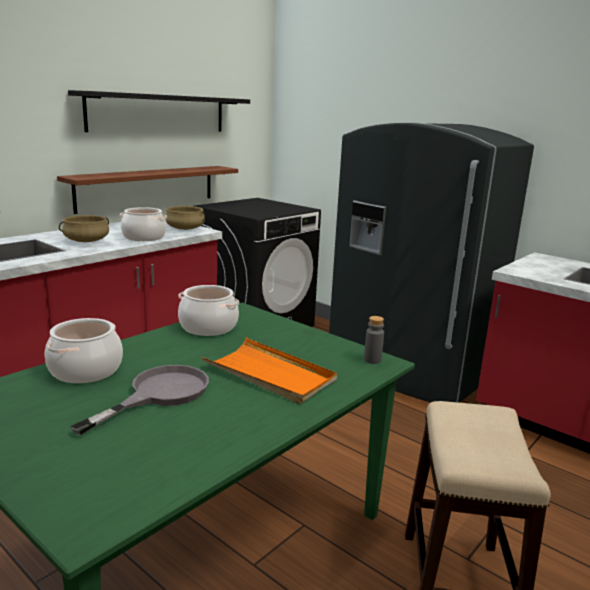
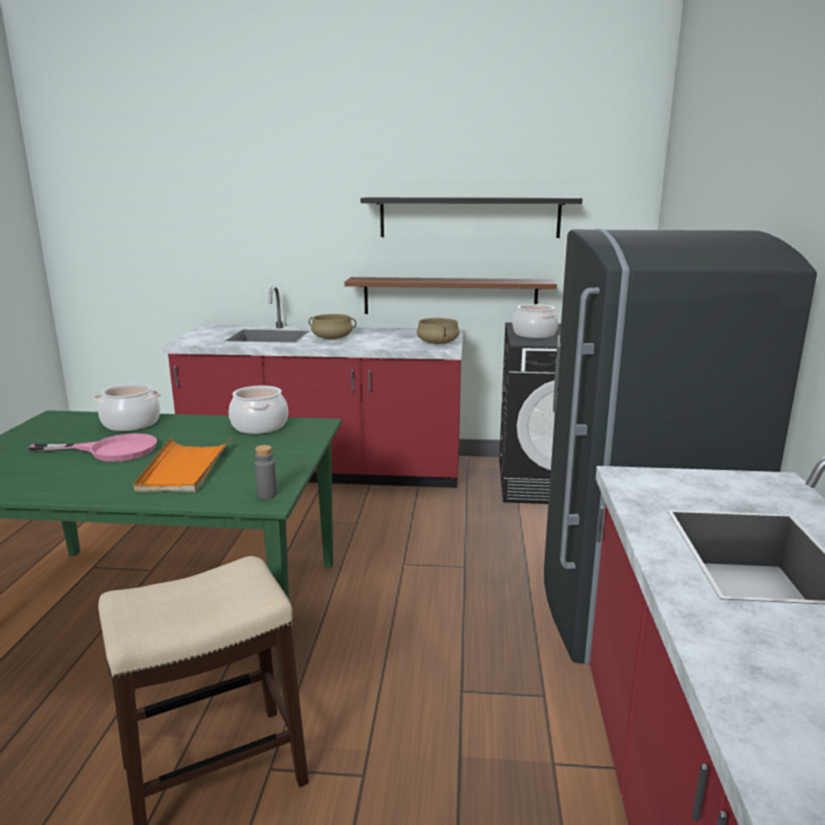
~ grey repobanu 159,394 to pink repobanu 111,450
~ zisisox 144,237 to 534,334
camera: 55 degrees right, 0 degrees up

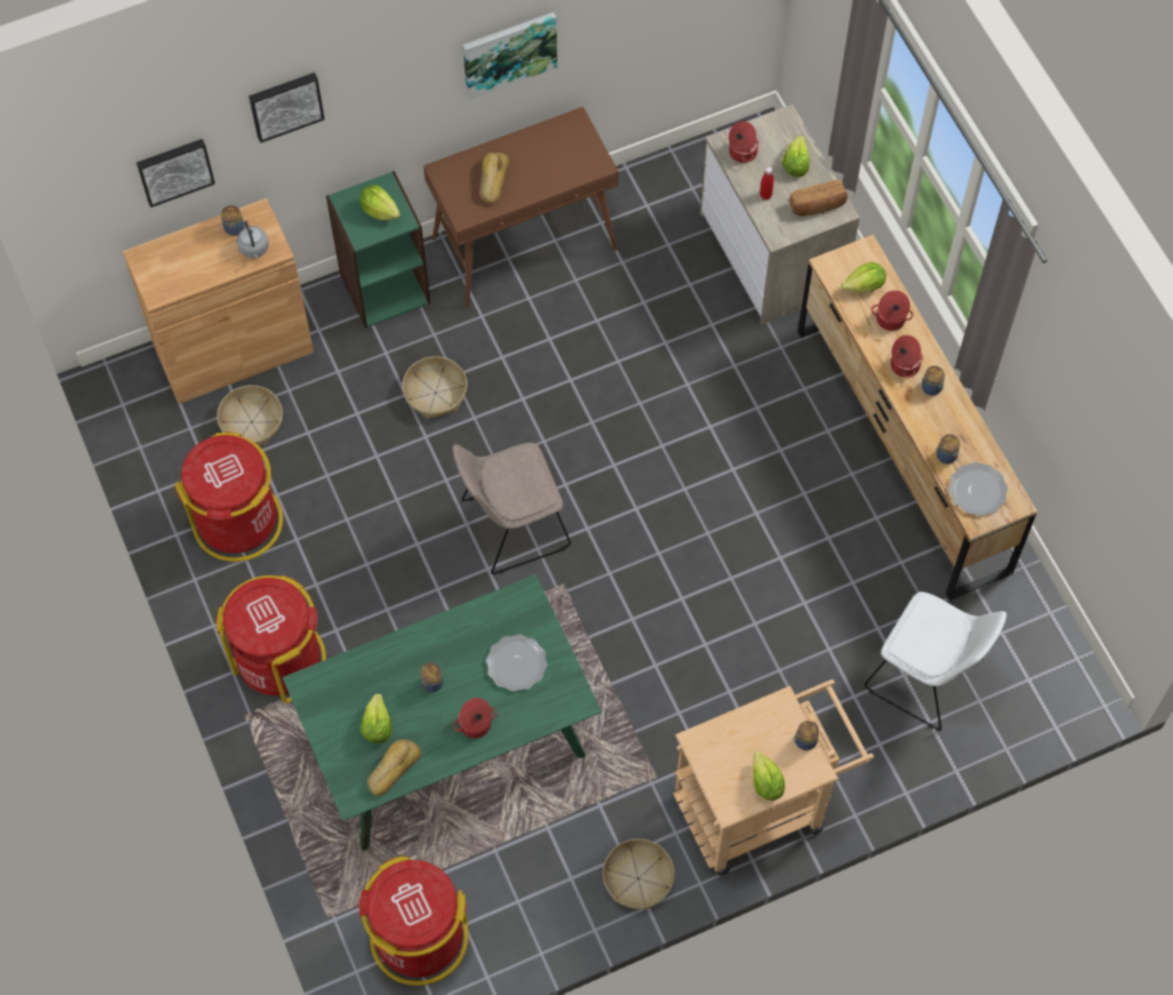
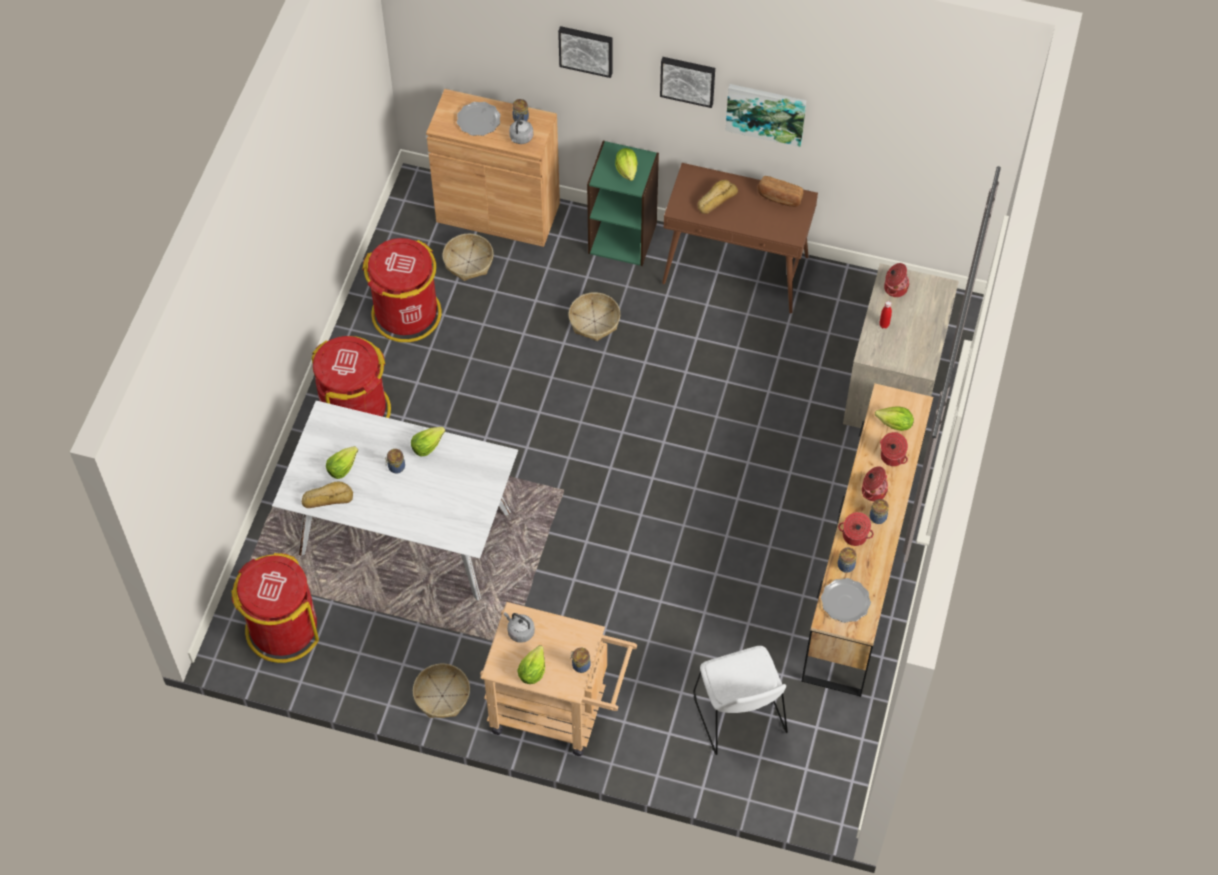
~ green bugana 449,747 to white bugana 404,534
~ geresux 795,164 to 427,445
~ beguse 516,664 to 478,120
+ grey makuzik 519,631
~ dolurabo 174,170 to 688,80
~ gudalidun 817,206 to 779,198
~ zisisox 475,725 to 854,536
- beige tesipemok 511,526
camera: 40 degrees right, 5 degrees down

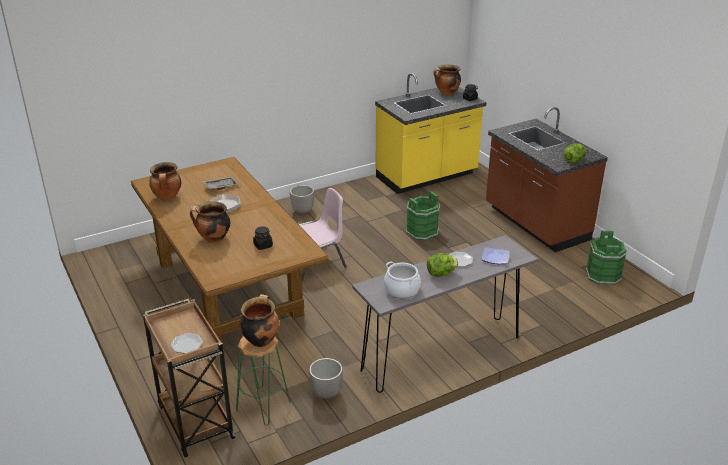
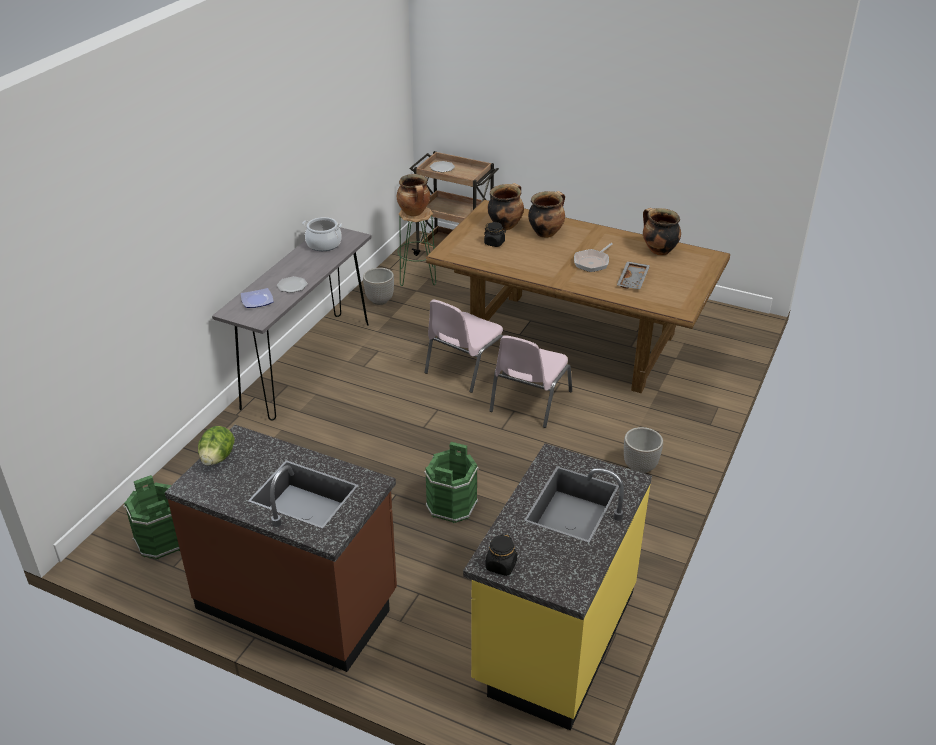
+ pink tesipemok 464,368
~ zisisox 446,93 to 505,225
- geresux 441,274
camera: 145 degrees right, 5 degrees up

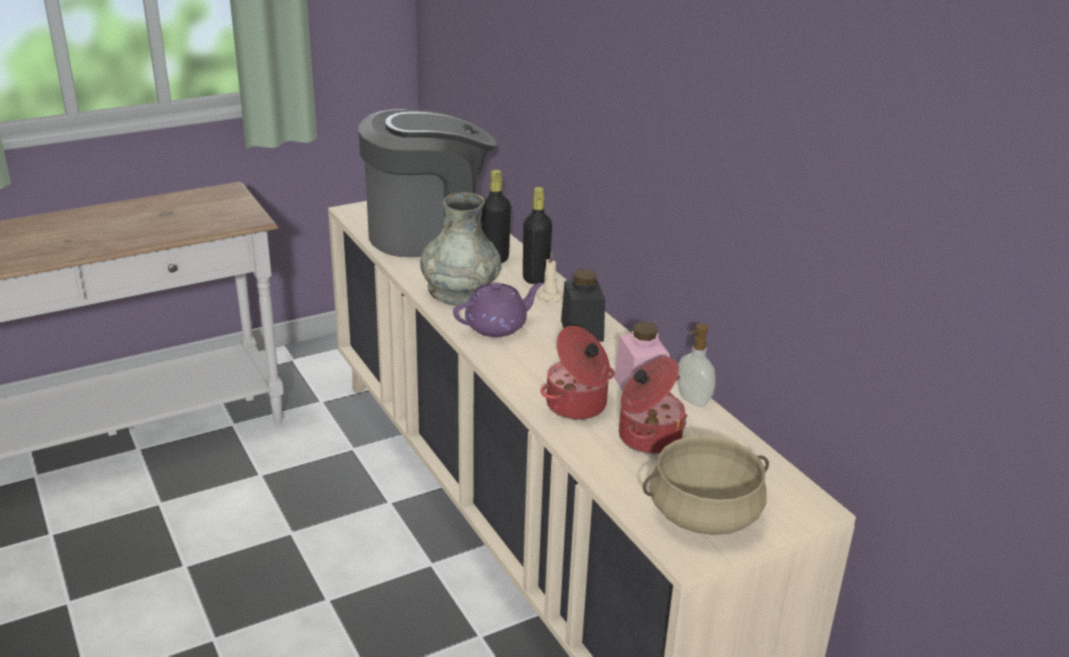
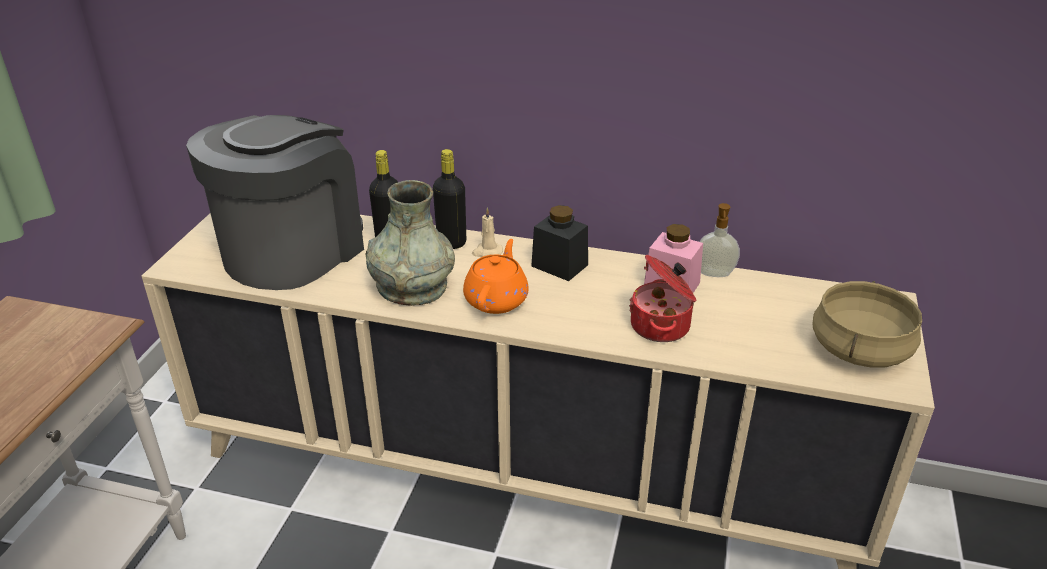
~ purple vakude 497,326 to orange vakude 497,299
- zisisox 647,437
camera: 45 degrees left, 5 degrees up

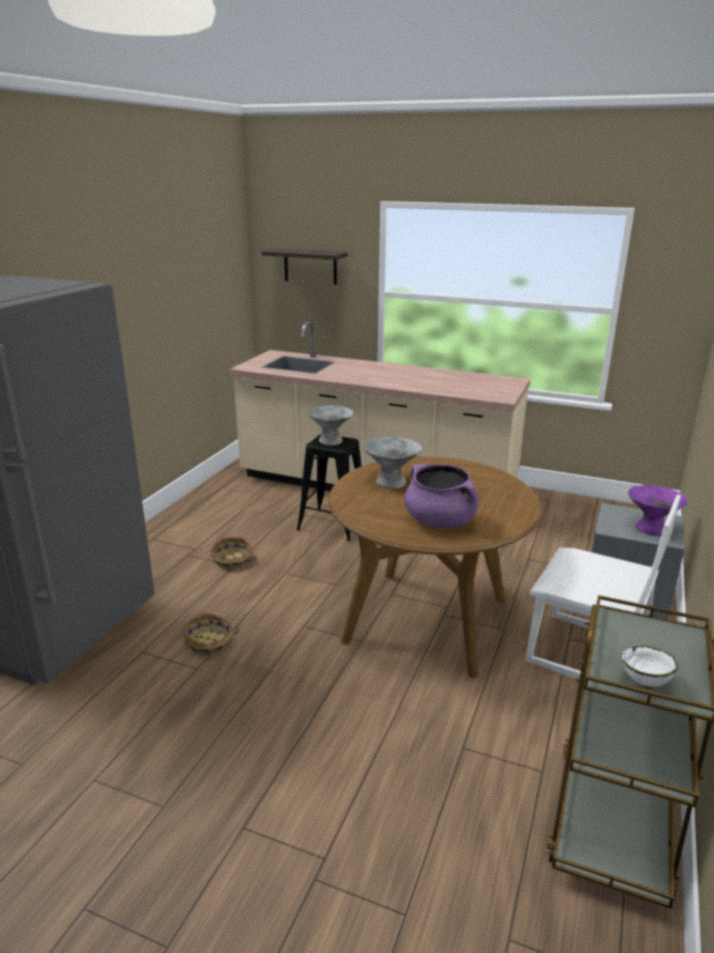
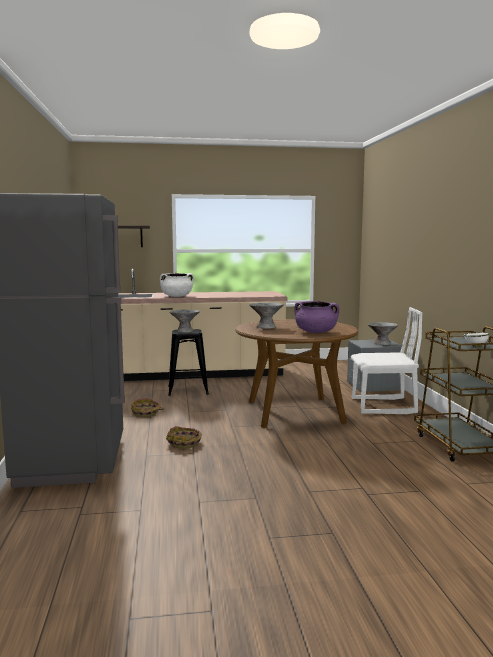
+ white zisisox 177,296
~ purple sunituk 650,529 to grey sunituk 382,343
camera: 30 degrees left, 15 degrees down

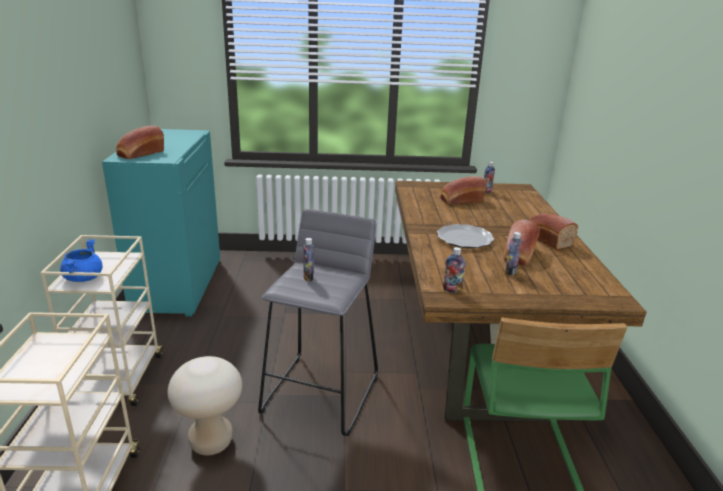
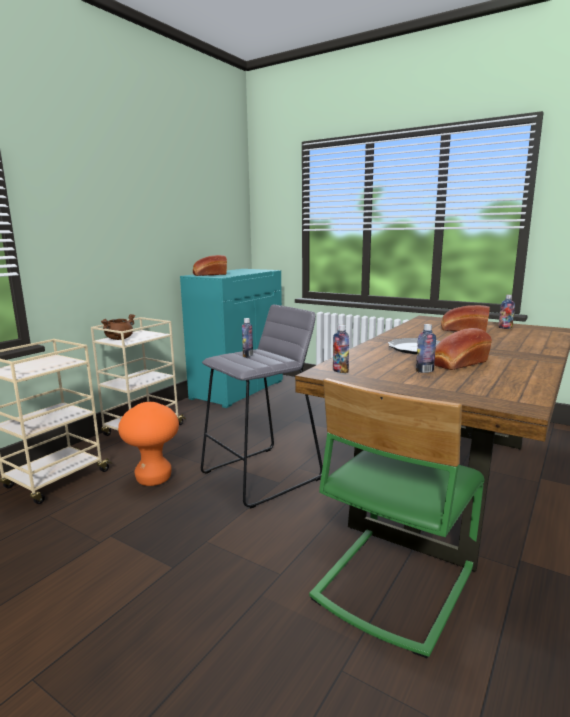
~ blue zisisox 83,278 to brown zisisox 119,339
~ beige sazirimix 211,442 to orange sazirimix 154,479
- gudalidun 545,239
camera: 35 degrees right, 10 degrees down

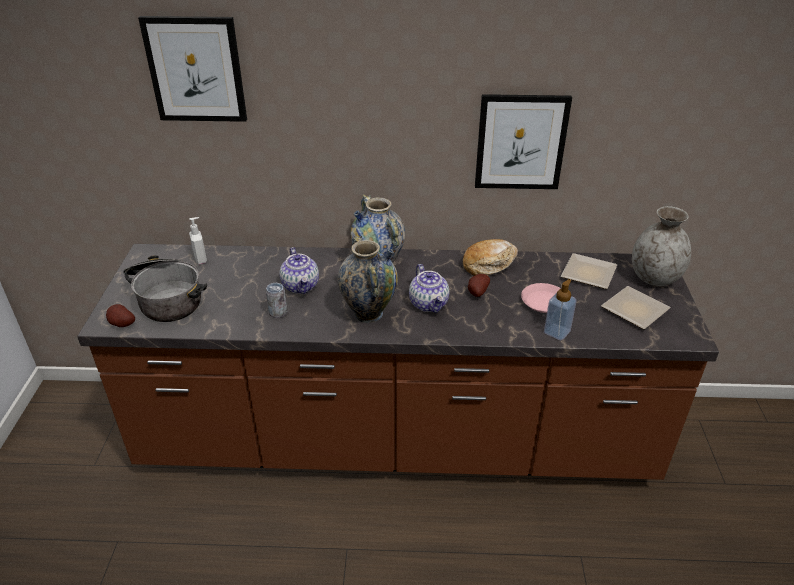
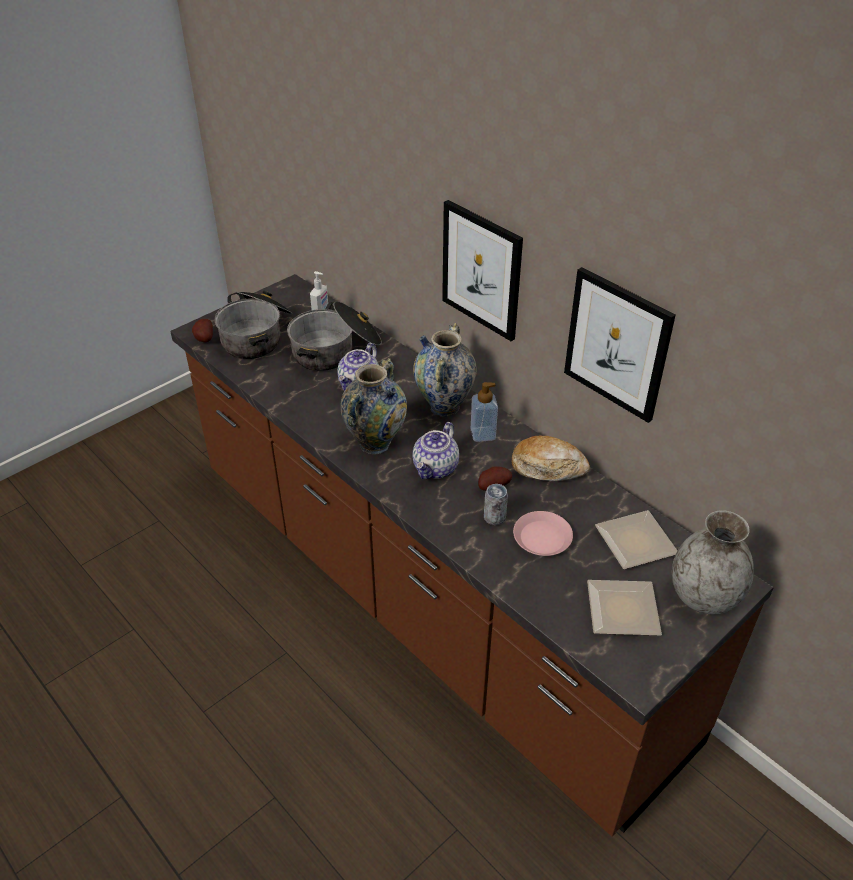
+ zisisox 336,350
~ dolurabo 195,69 to 481,270
~ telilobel 556,332 to 483,434
~ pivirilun 278,313 to 494,518
camera: 45 degrees right, 5 degrees up

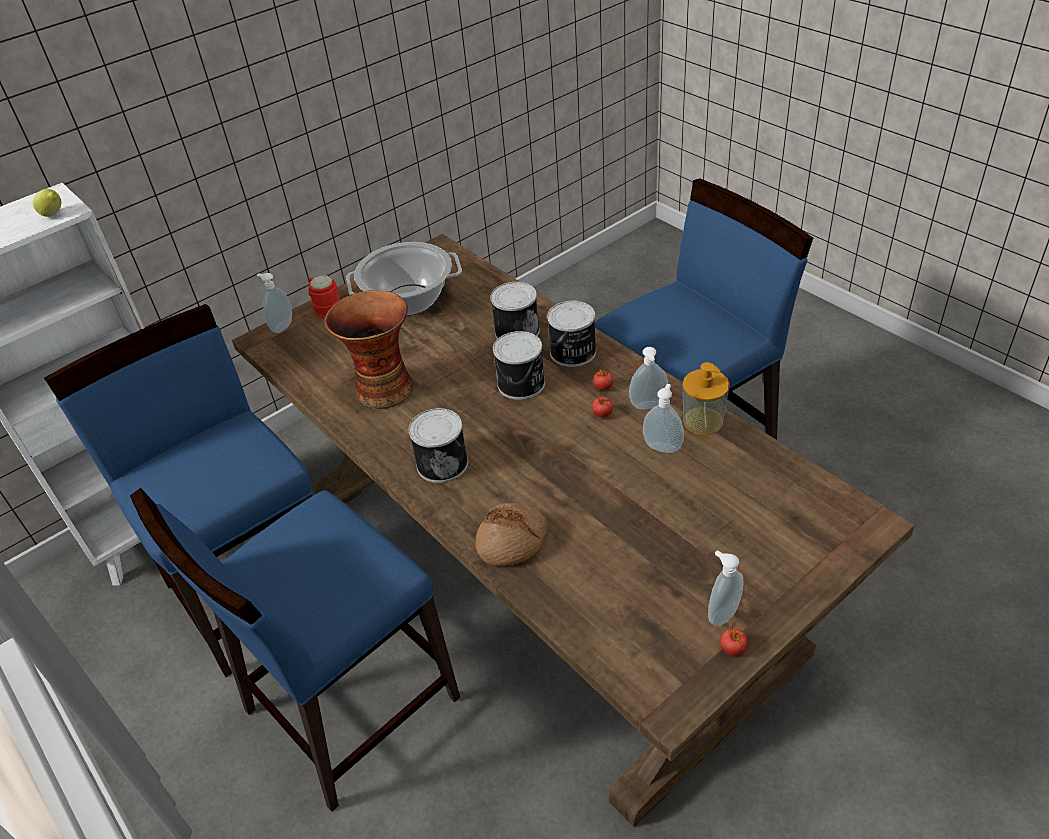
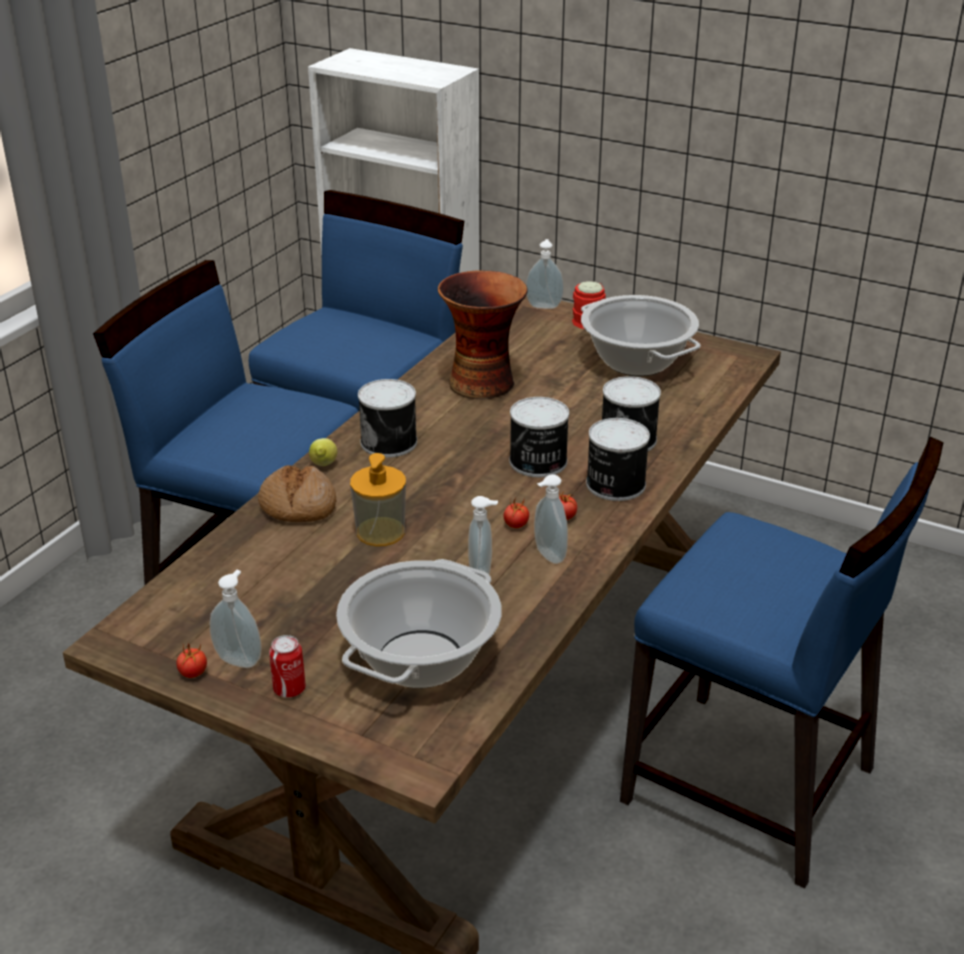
+ pivirilun 289,689
~ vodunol 54,215 to 323,466
+ zisisox 420,659
~ telilobel 703,421 to 380,532
camera: 65 degrees right, 10 degrees down

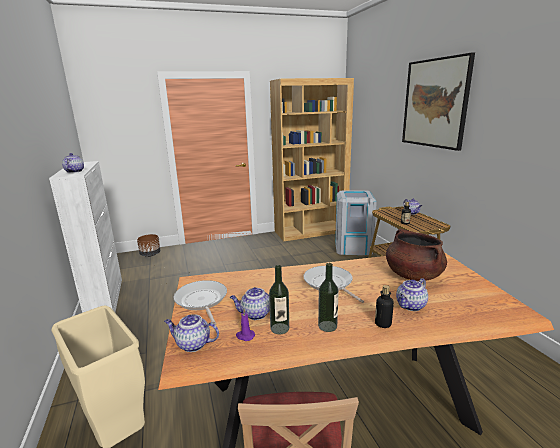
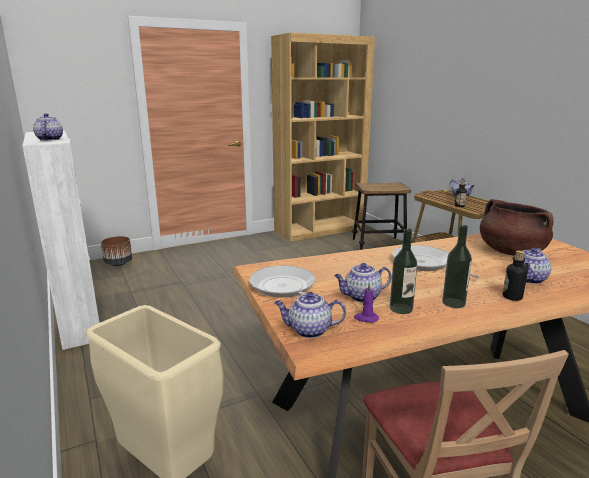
~ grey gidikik 353,247 to sazirimix 378,245
- dolurabo 435,103
camera: 10 degrees left, 0 degrees up

